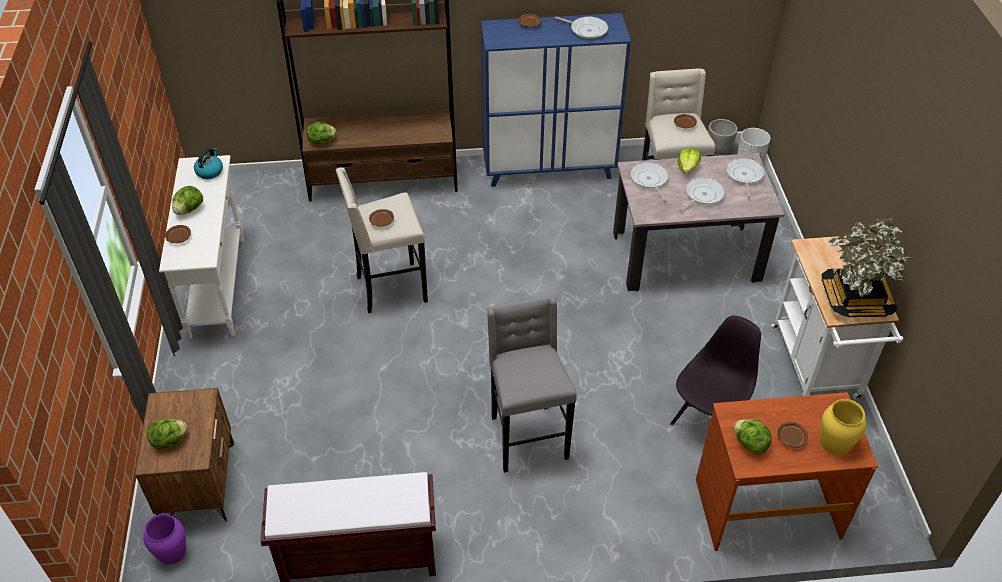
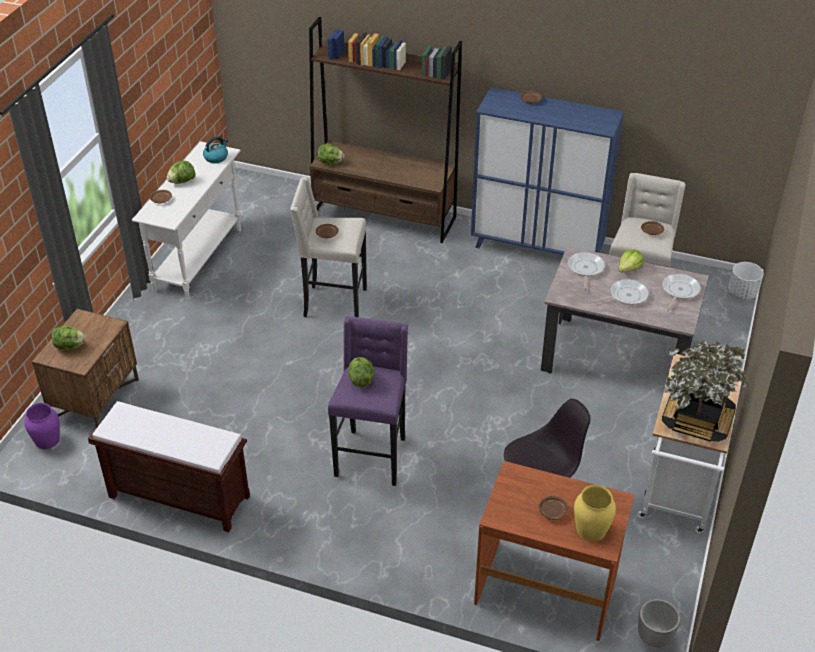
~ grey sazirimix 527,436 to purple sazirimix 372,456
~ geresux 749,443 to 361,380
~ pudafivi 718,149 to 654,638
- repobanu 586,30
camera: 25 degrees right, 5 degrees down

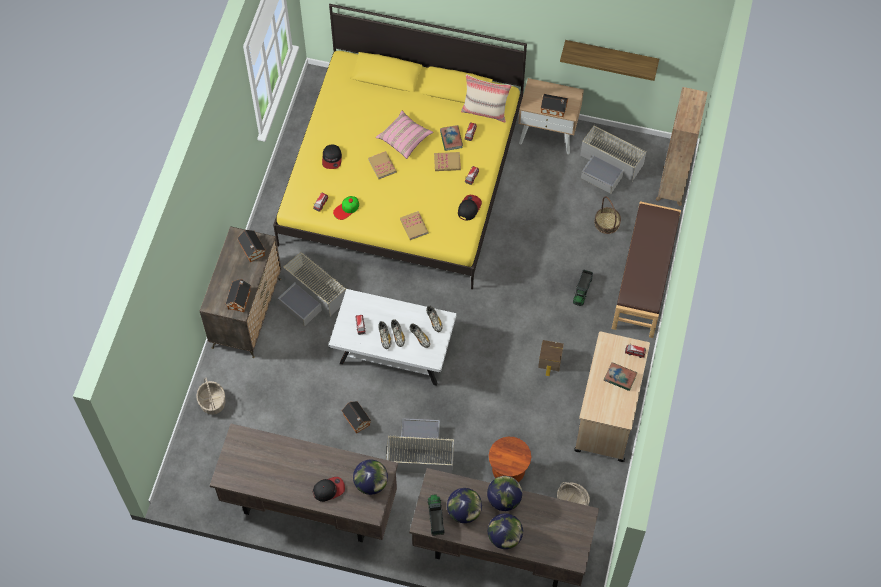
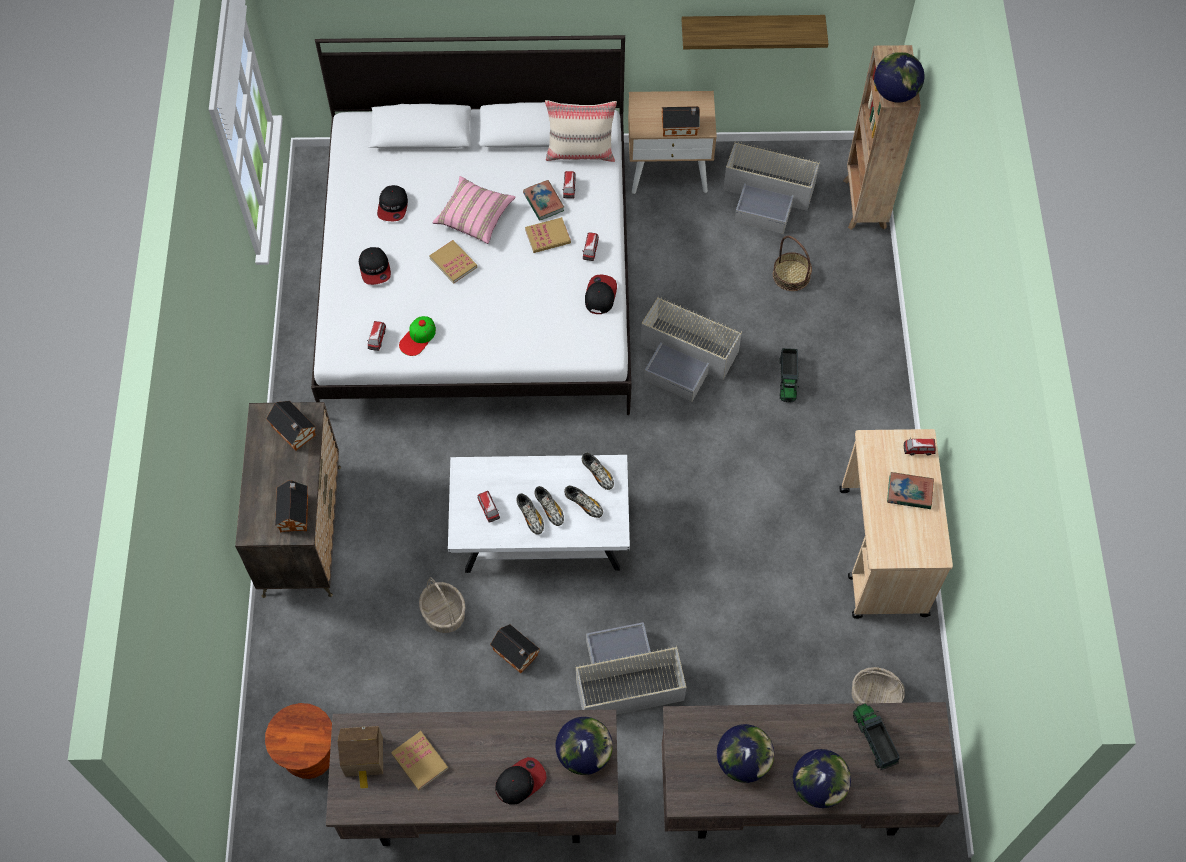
~ brown sazirimix 508,472 to 310,757
~ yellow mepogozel 402,177 to white mepogozel 479,277
~ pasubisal 550,361 to 364,759
+ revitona 393,206
~ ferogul 414,226 to 420,761
~ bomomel 212,402 to 443,613
~ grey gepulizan 311,296 to 686,357
~ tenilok 435,517 to 873,739
~ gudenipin 504,499 to 895,93
- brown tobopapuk 644,280
camera: 15 degrees left, 0 degrees up

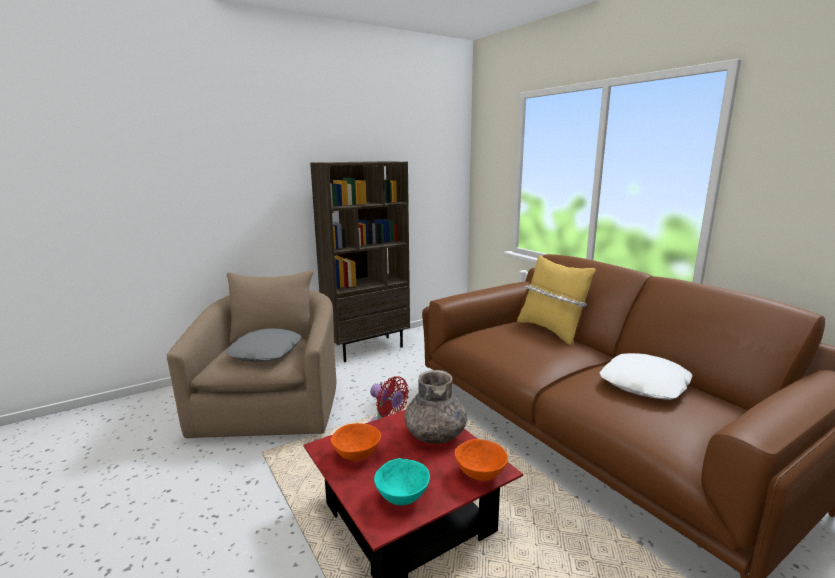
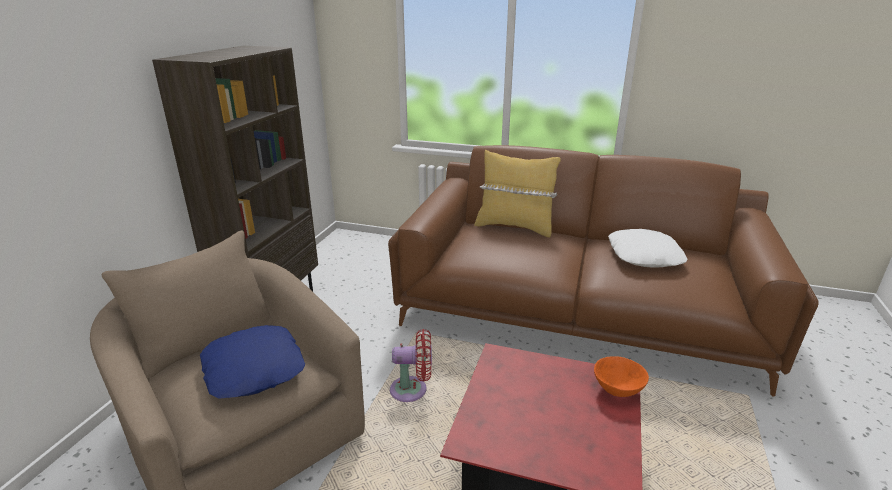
~ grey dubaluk 266,352 to blue dubaluk 255,369
- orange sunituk 357,455
- turquoise sunituk 403,498
- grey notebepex 435,434
camera: 40 degrees left, 10 degrees up

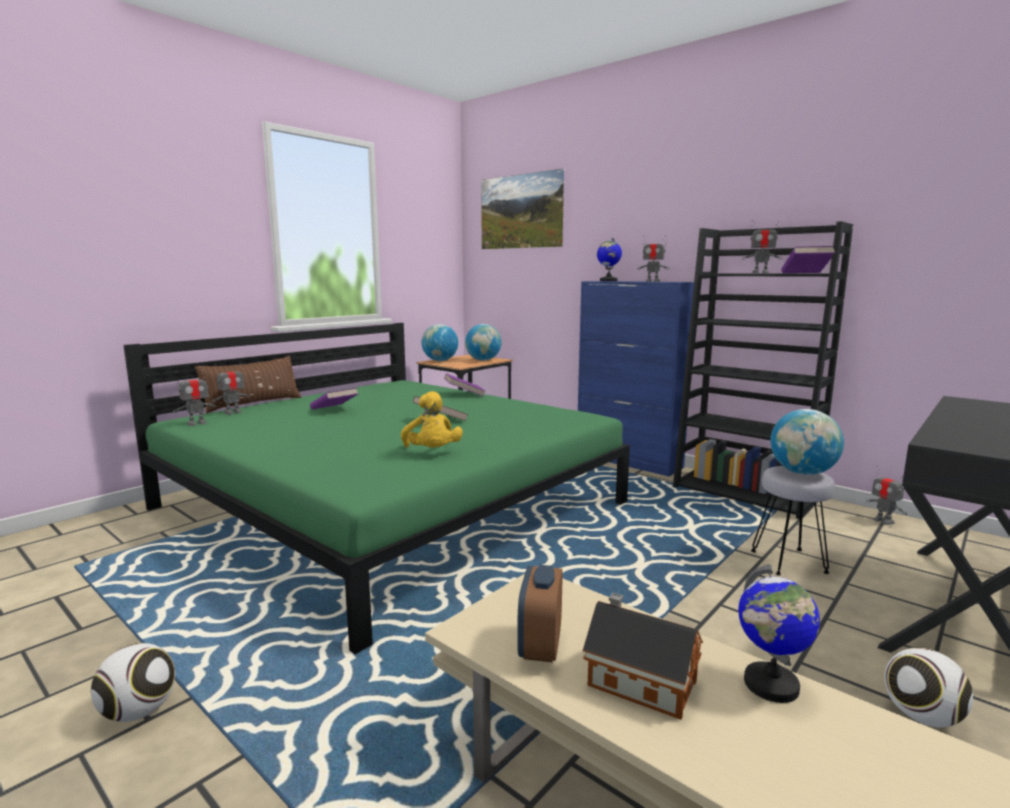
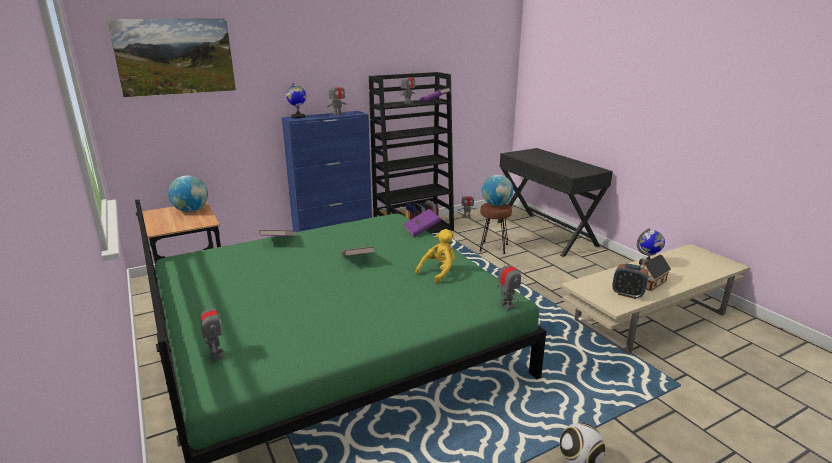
~ purple ferogul 334,410 to 422,230
~ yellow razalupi 432,452 = 439,272 45 degrees counterclockwise
~ grey sazirimix 788,561 to brown sazirimix 493,247
~ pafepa 197,423 to 507,305
- brown dubaluk 253,404
- gudenipin 440,361
- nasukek 921,717
camera: 70 degrees left, 10 degrees up

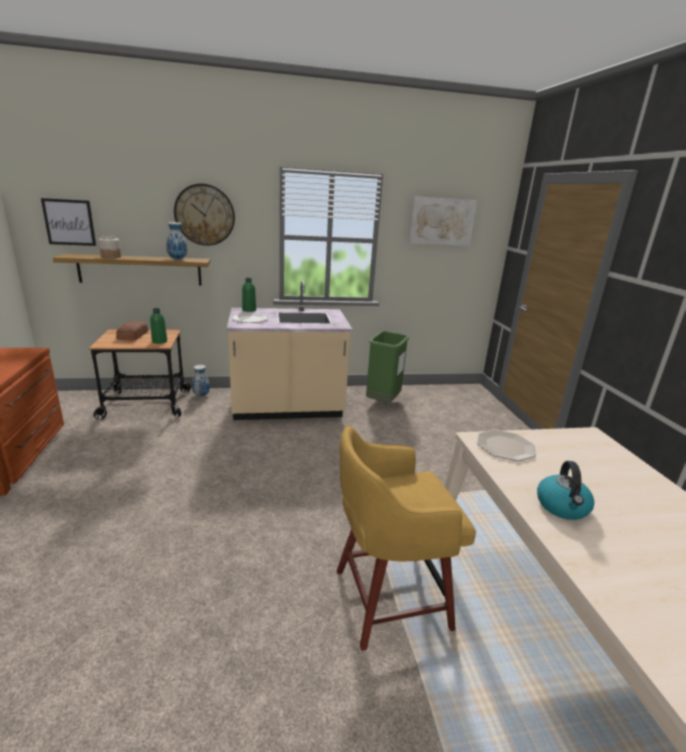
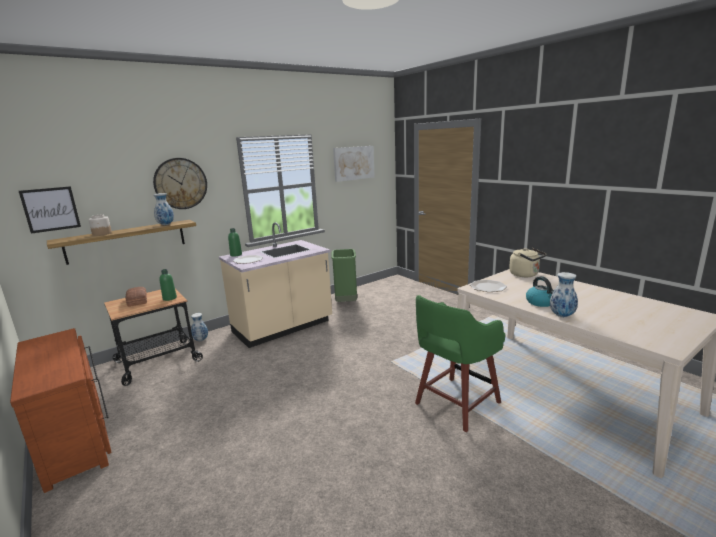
~ yellow sazirimix 387,599 to green sazirimix 455,404
+ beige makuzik 525,275
+ notebepex 561,316
camera: 25 degrees left, 5 degrees down

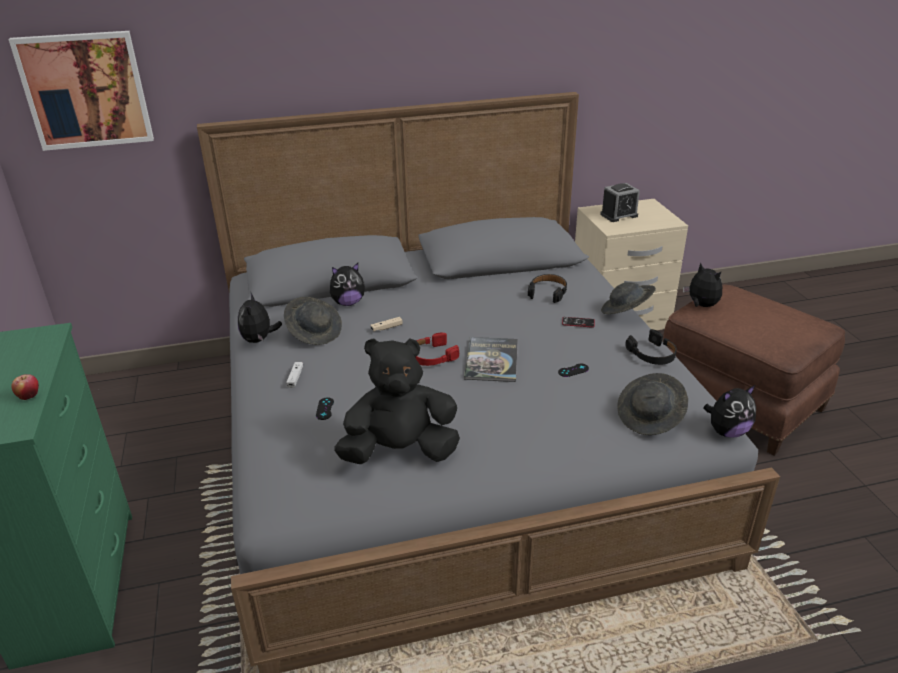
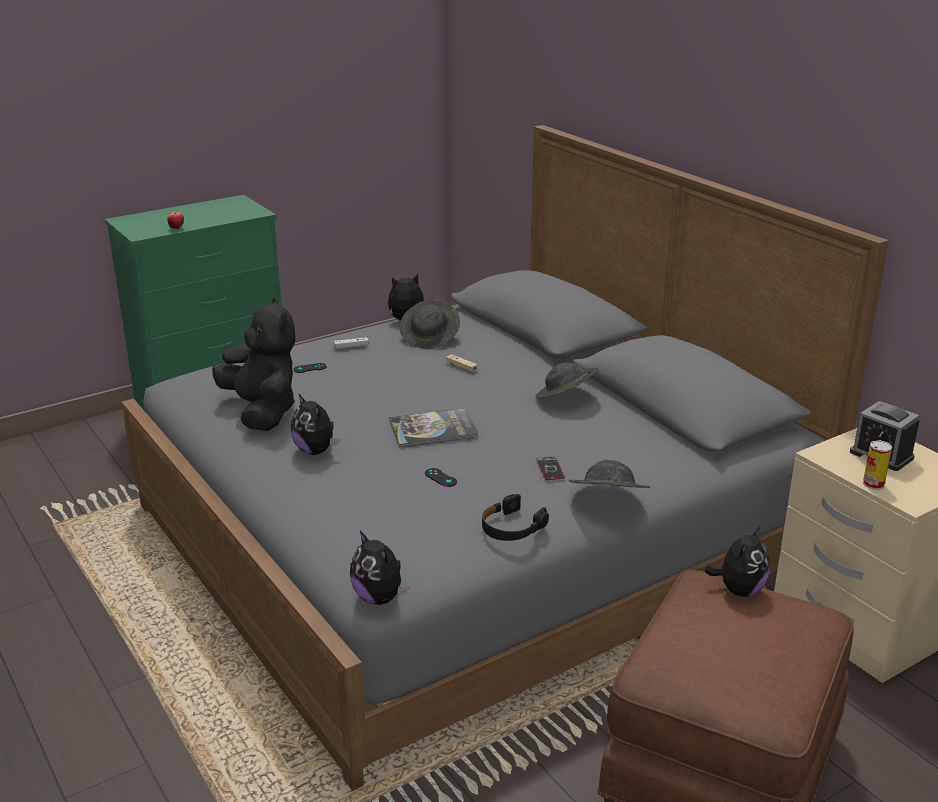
~ razalupi 348,303 to 316,451
~ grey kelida 650,417 to 565,398
+ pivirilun 873,484
- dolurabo 85,90
- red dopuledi 432,356
- black dopuledi 548,292
camera: 70 degrees right, 5 degrees down

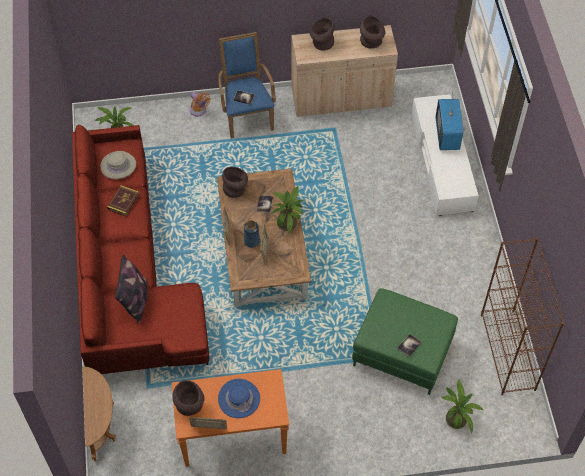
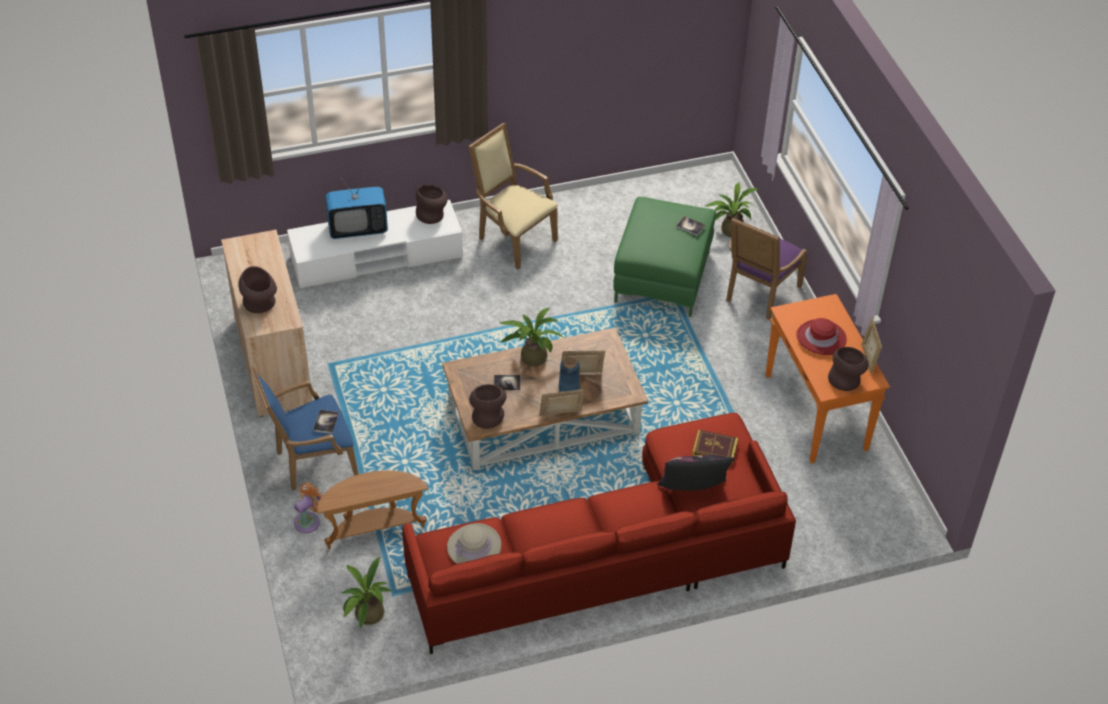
~ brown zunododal 102,424 to 373,528
~ brown notebepex 371,42 to 432,215
+ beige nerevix 512,238
~ ferogul 123,202 to 715,448
+ purple nerevix 759,295
~ blue kelida 239,399 to red kelida 821,338
- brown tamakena 508,352
camera: 100 degrees left, 10 degrees down

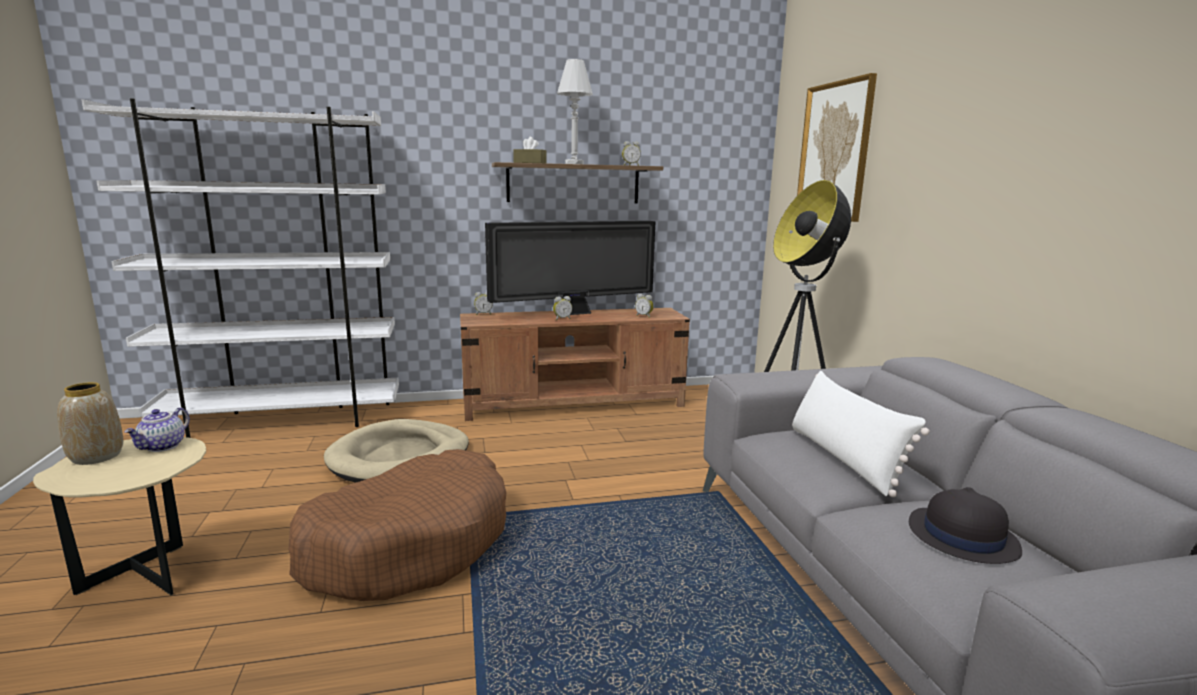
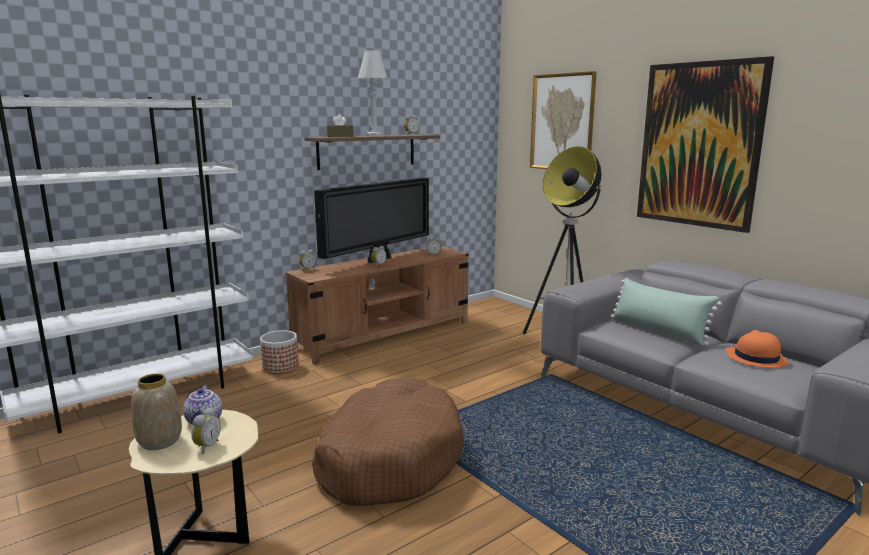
+ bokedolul 206,447
+ pudafivi 281,367
~ white dubaluk 843,459 to green dubaluk 658,331
+ dolurabo 699,145
~ black kelida 961,536 to orange kelida 755,358
- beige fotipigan 400,457
camera: 25 degrees left, 0 degrees up

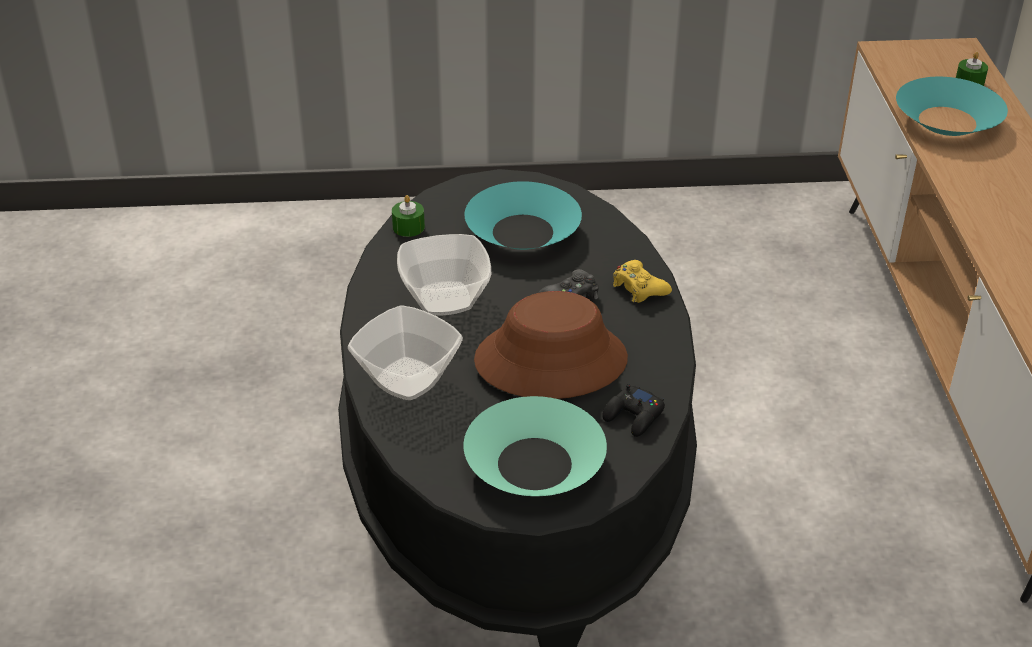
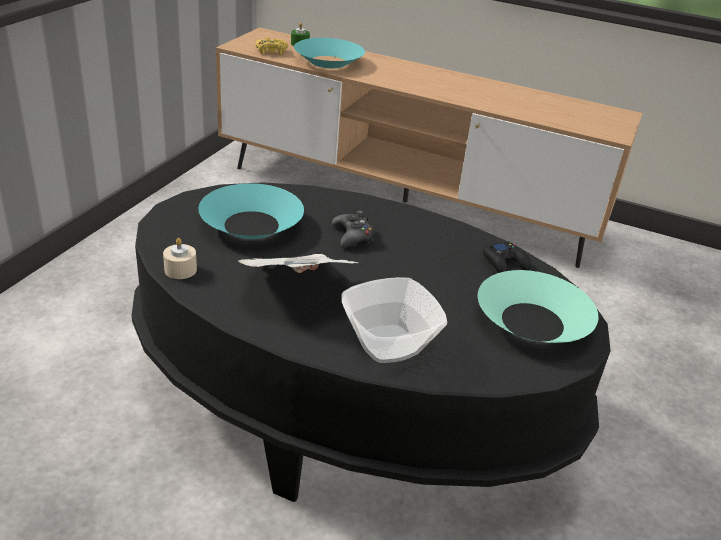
~ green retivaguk 408,227 to beige retivaguk 180,270
~ sunituk 446,298 to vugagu 299,287
~ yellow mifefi 639,288 to 271,51
- brown kelida 551,360
camera: 65 degrees left, 5 degrees down

